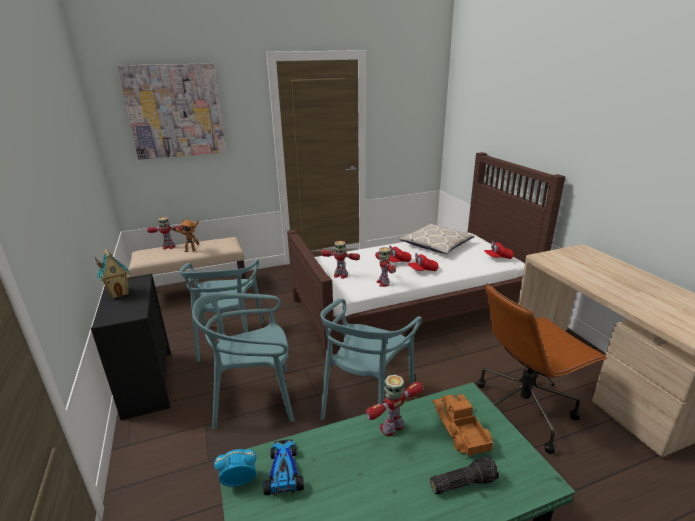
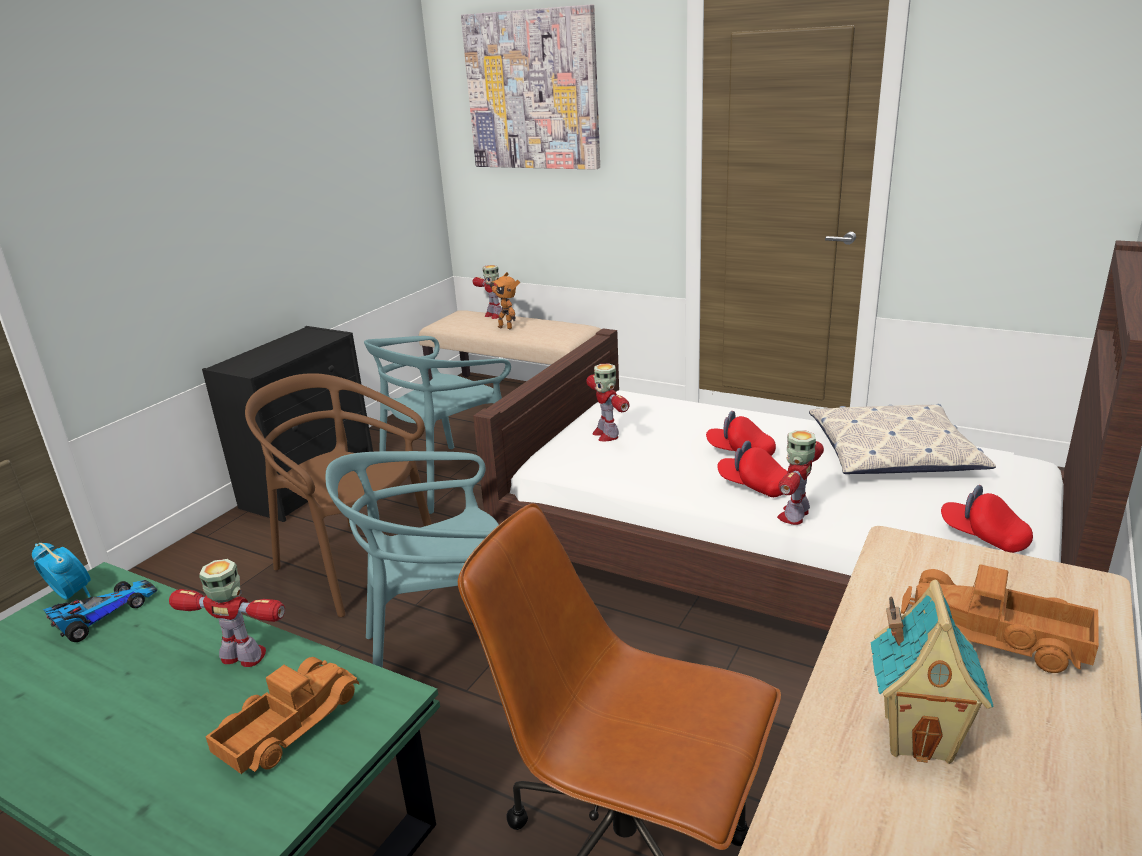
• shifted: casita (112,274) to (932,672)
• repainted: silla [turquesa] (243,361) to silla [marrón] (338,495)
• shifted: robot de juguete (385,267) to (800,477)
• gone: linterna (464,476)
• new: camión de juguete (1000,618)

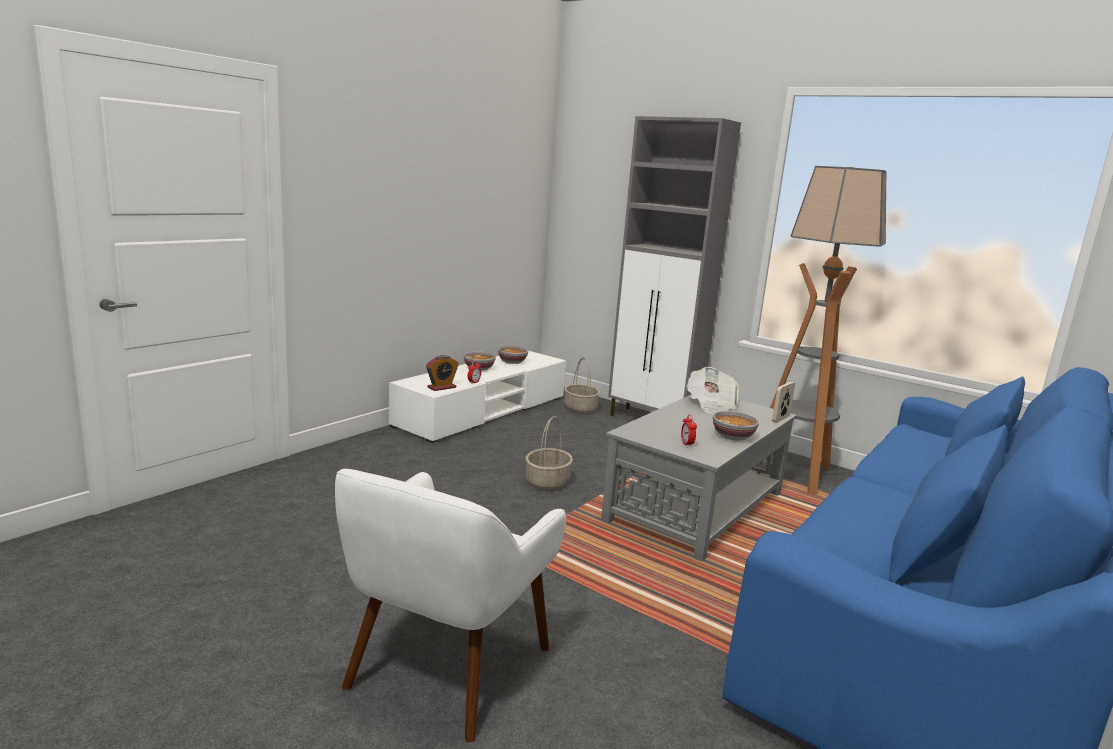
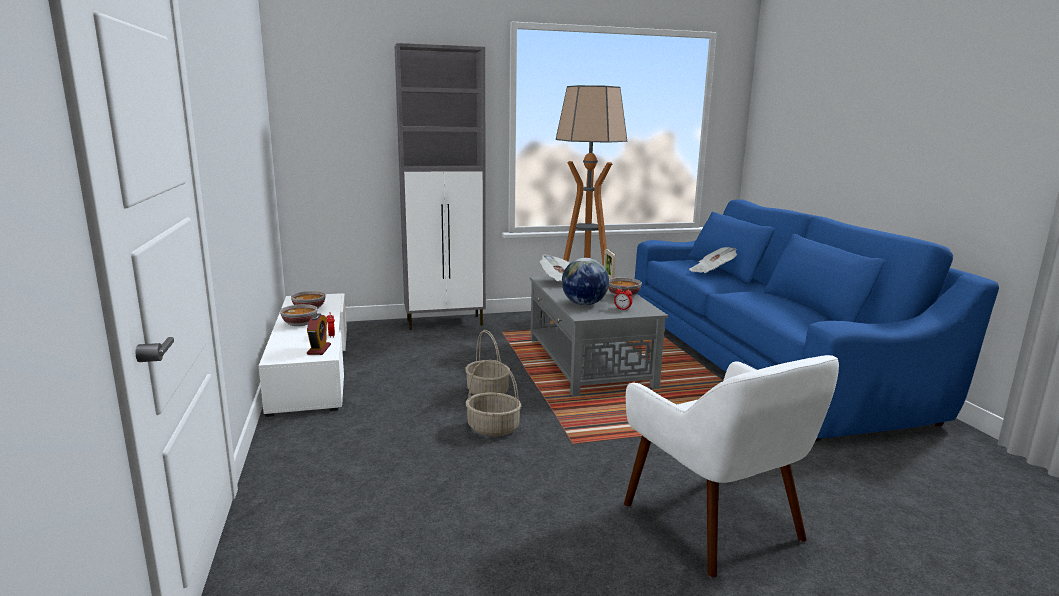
• shifted: cesta (582,386) to (493,398)
• new: globo terráqueo (585,282)
• new: periódico (713,260)

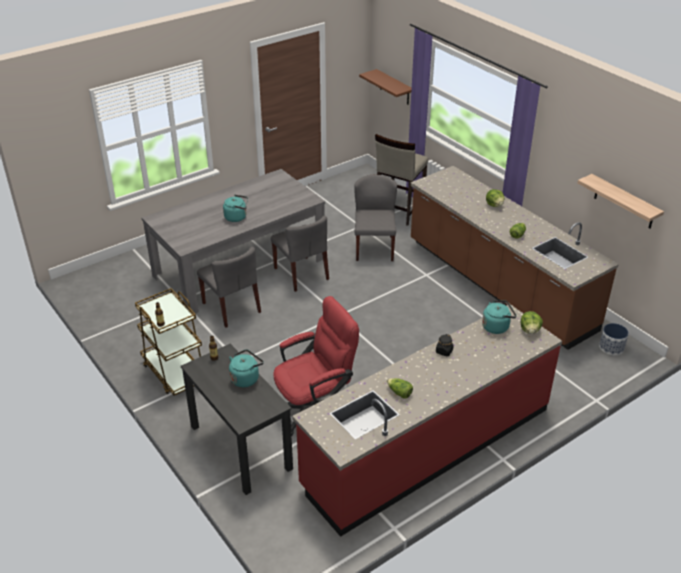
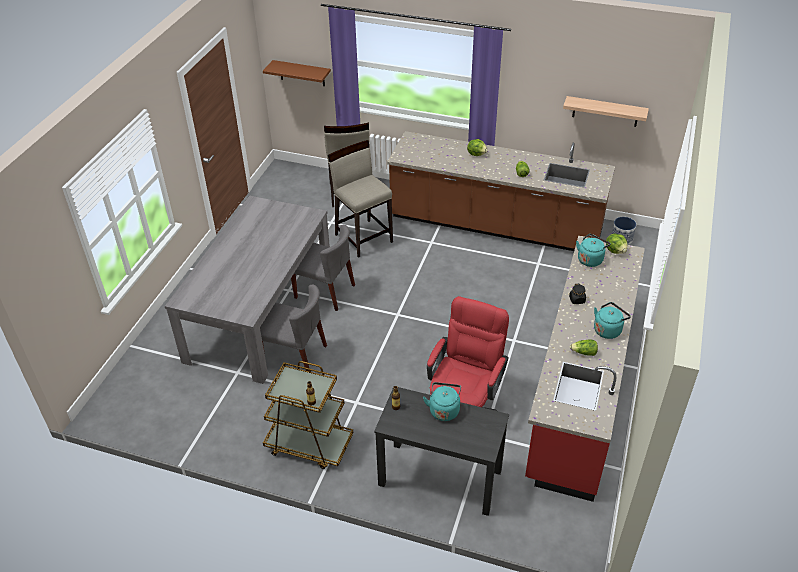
• shifted: hervidor [turquesa] (235,208) to (612,320)
• swapped: silla [gris] (376,218) to taburete [beis] (360,199)

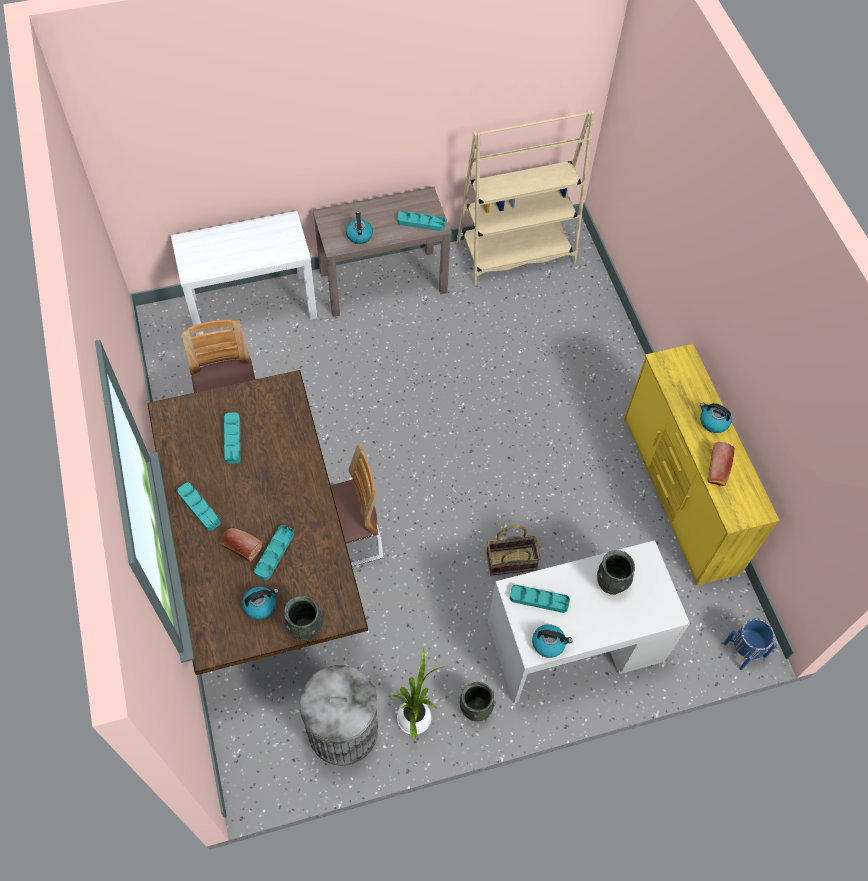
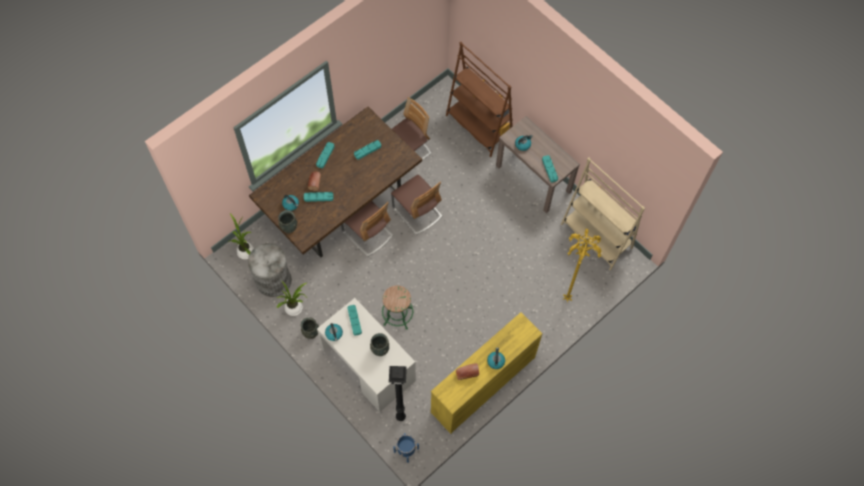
• swapped: mesa consola [blanco] (244,273) to estantería [marrón] (479,99)
• swapped: cesta (513,551) to taburete [verde] (397,308)
• new: planta en maceta (242,236)
• new: lámpara de pie [negro] (398,393)
• new: silla (416,205)
• new: lámpara de pie [amarillo] (582,265)

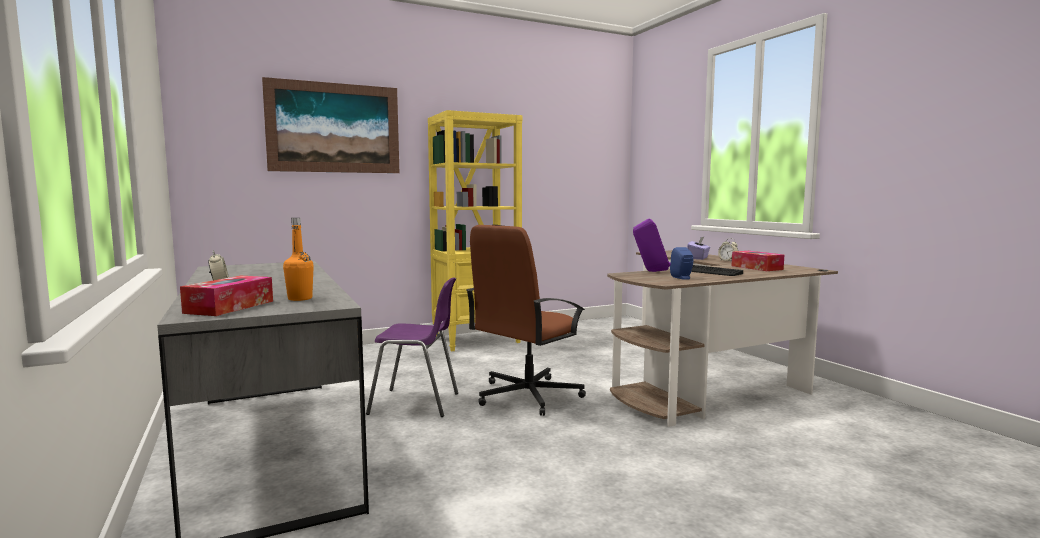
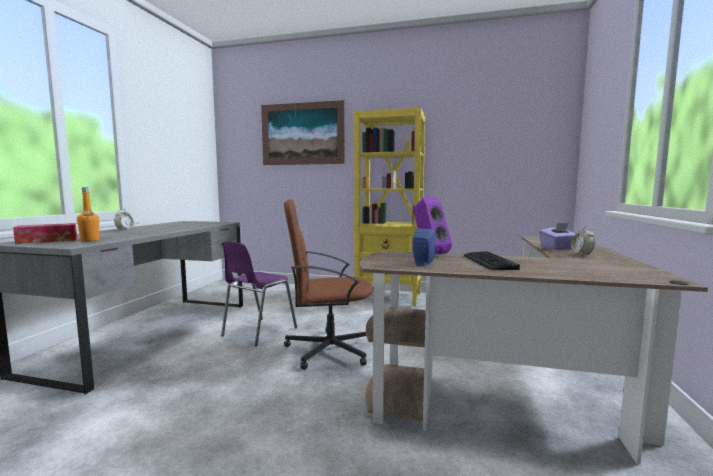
• rotated: silla [morado] (412,347) = (259,294) 75 degrees clockwise
• gone: caja de pañuelos (758,261)

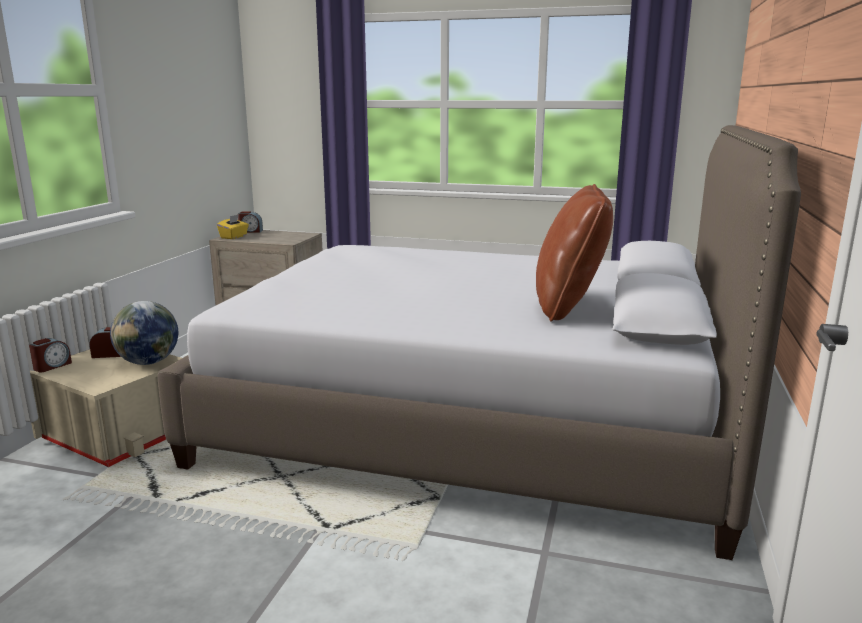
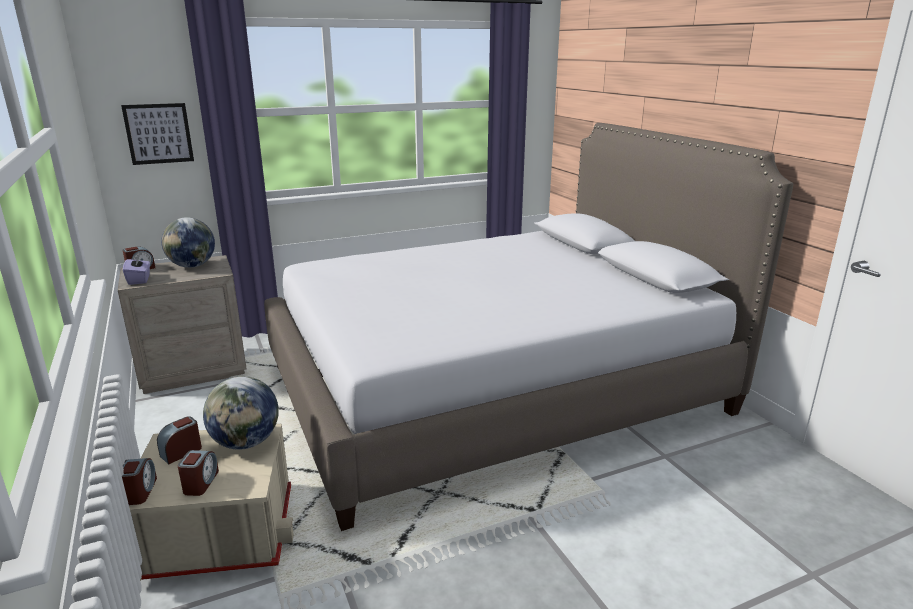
• repainted: caja de pañuelos [amarillo] (233,226) to caja de pañuelos [morado] (136,269)
• gone: cojín [marrón] (574,252)
• new: cuadro (157,134)
• new: globo terráqueo (188,242)
• new: despertador (198,473)

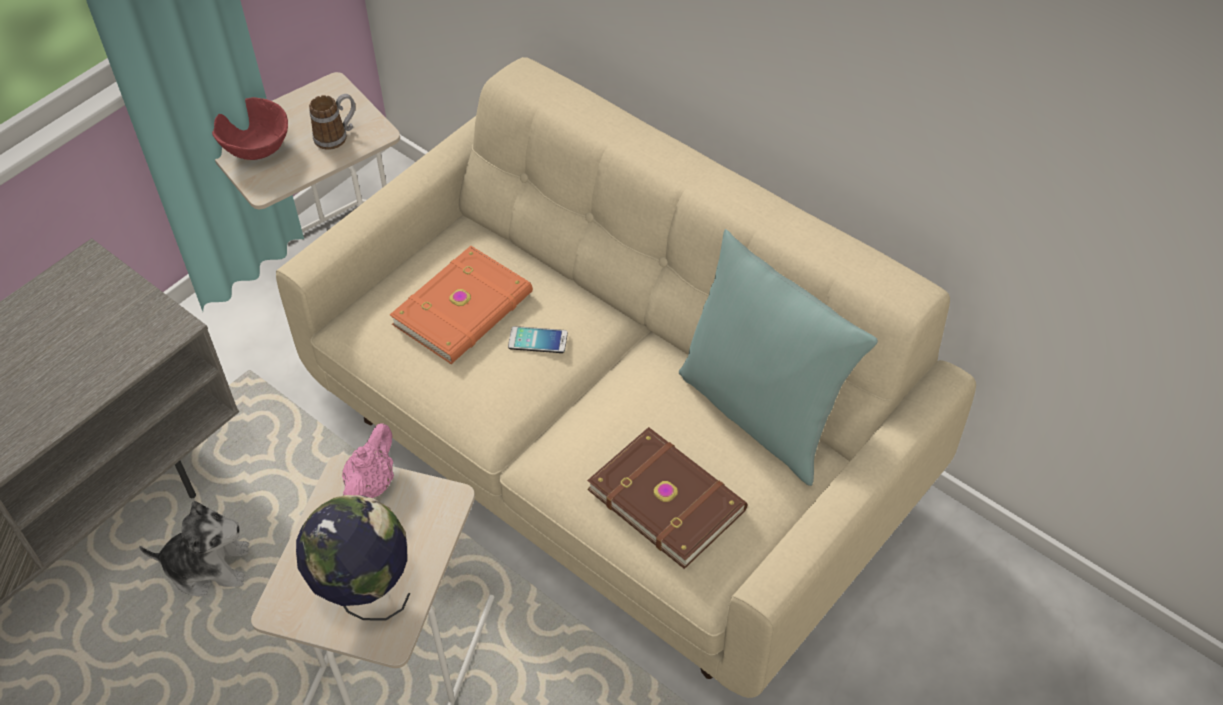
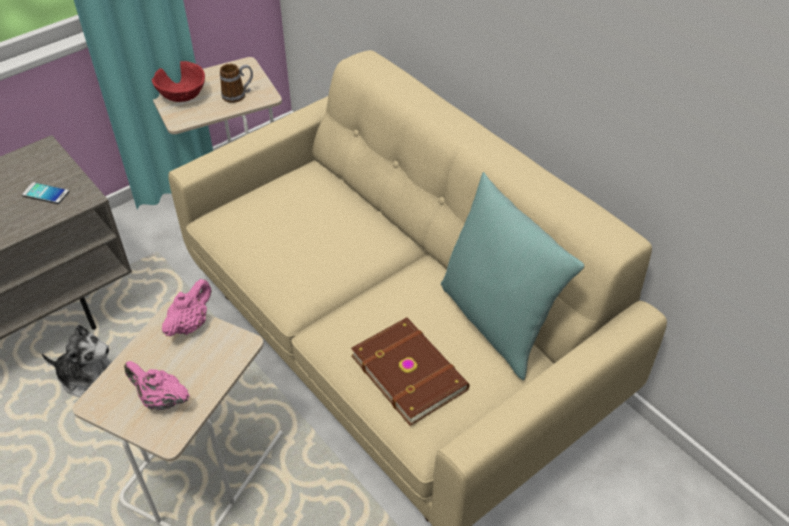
• swapped: globo terráqueo (353,558) to tetera [rosa] (157,385)
• gone: libro [naranja] (461,305)
• shifted: móvil (538,339) to (45,193)

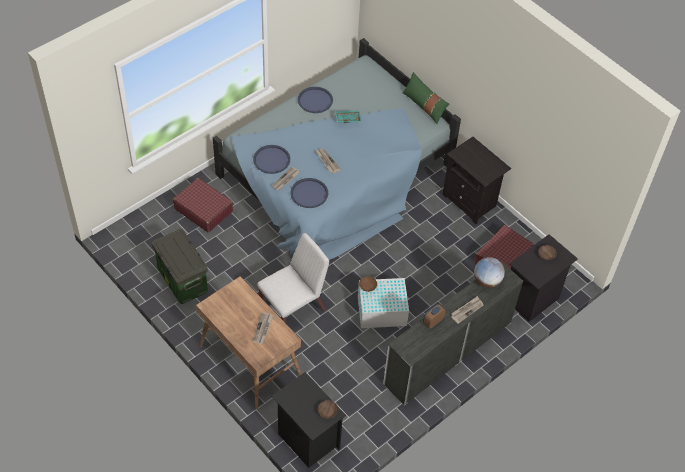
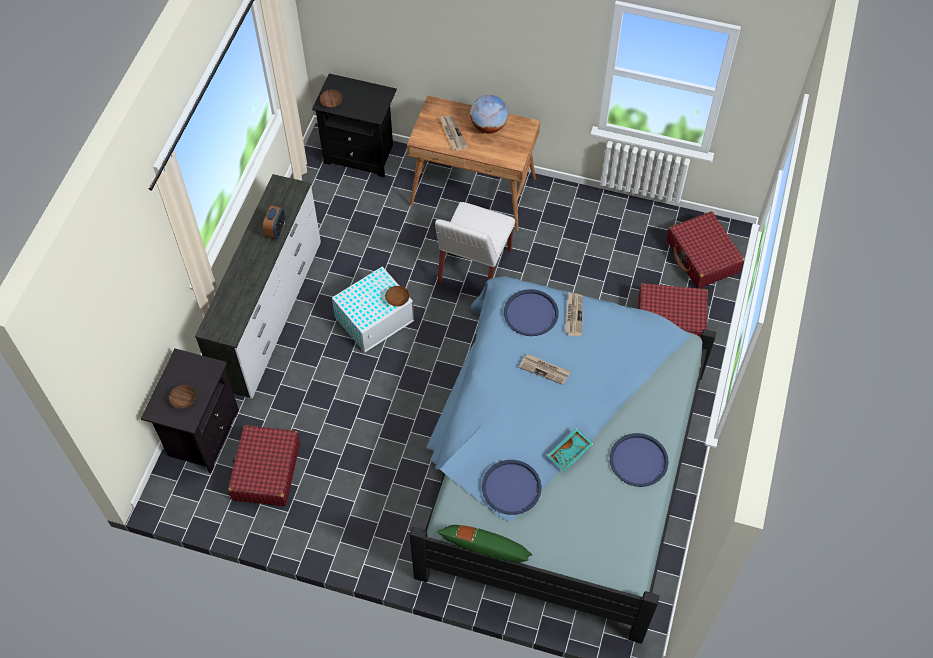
• gone: caja de almacenaje (180,266)
• shifted: bandeja [azul] (271,159) to (512,487)
• gone: mesita de noche [negro] (476,180)
• gone: periódico (467,310)
• shifted: globo terráqueo (489,272) to (489,114)
• new: maleta [rojo] (705,250)

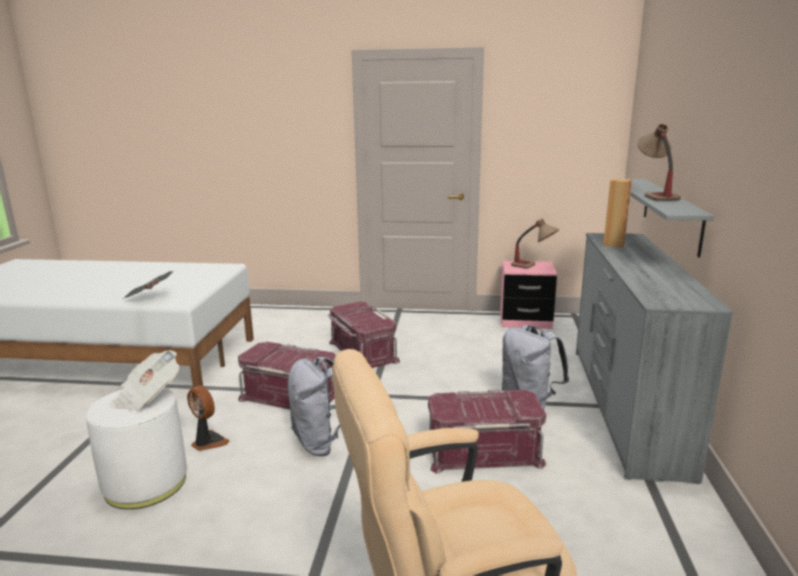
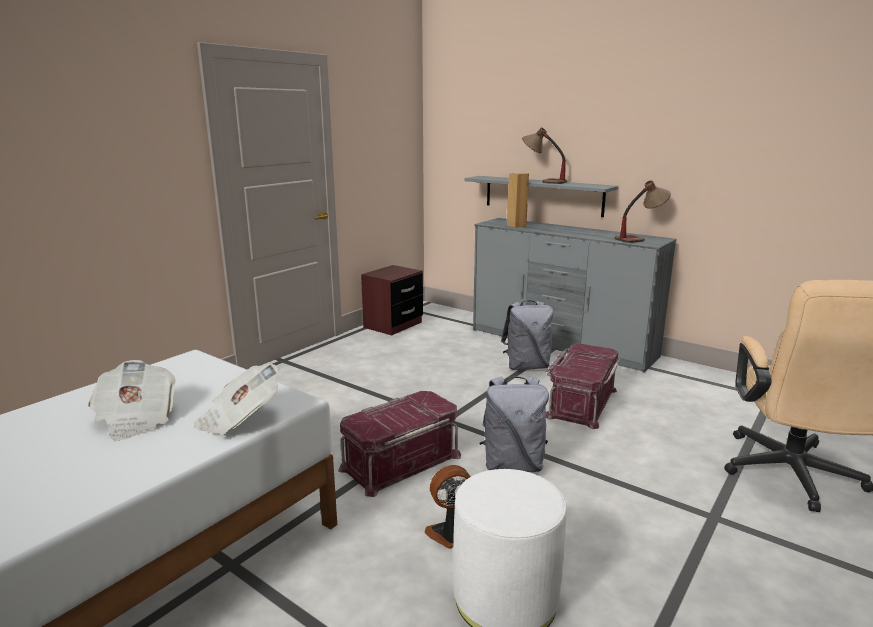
• shifted: periódico (144,380) to (132,400)
• gone: caja de almacenaje [rojo] (364,335)
• repainted: mesita de noche [rosa] (528,295) to mesita de noche [marrón] (392,300)
• shifted: lámpara de mesa (535,244) to (643,211)

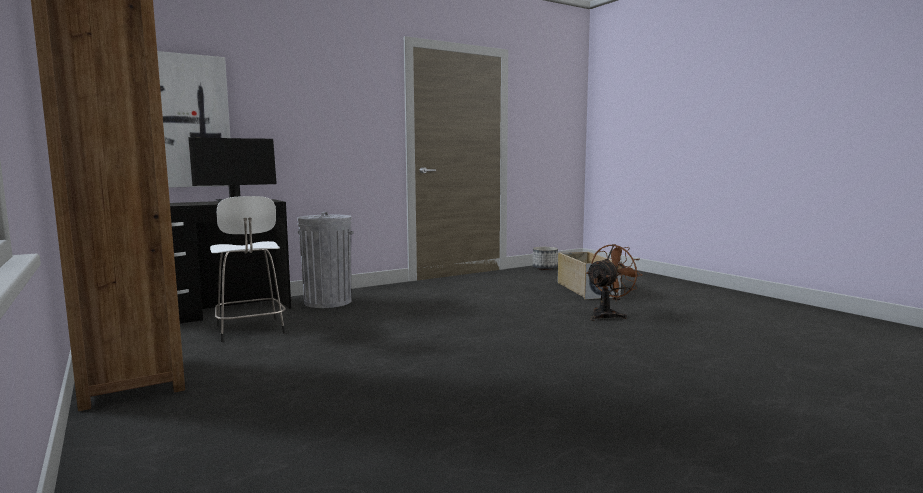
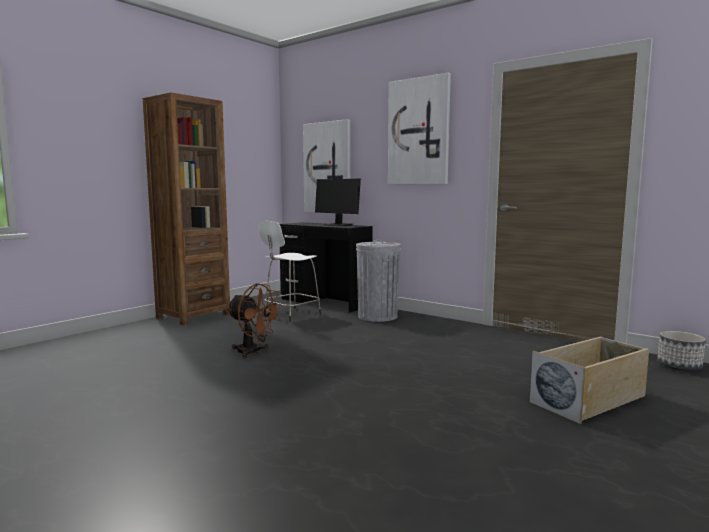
• shifted: ventilador [marrón] (614,282) to (254,321)
• new: cuadro (419,129)

